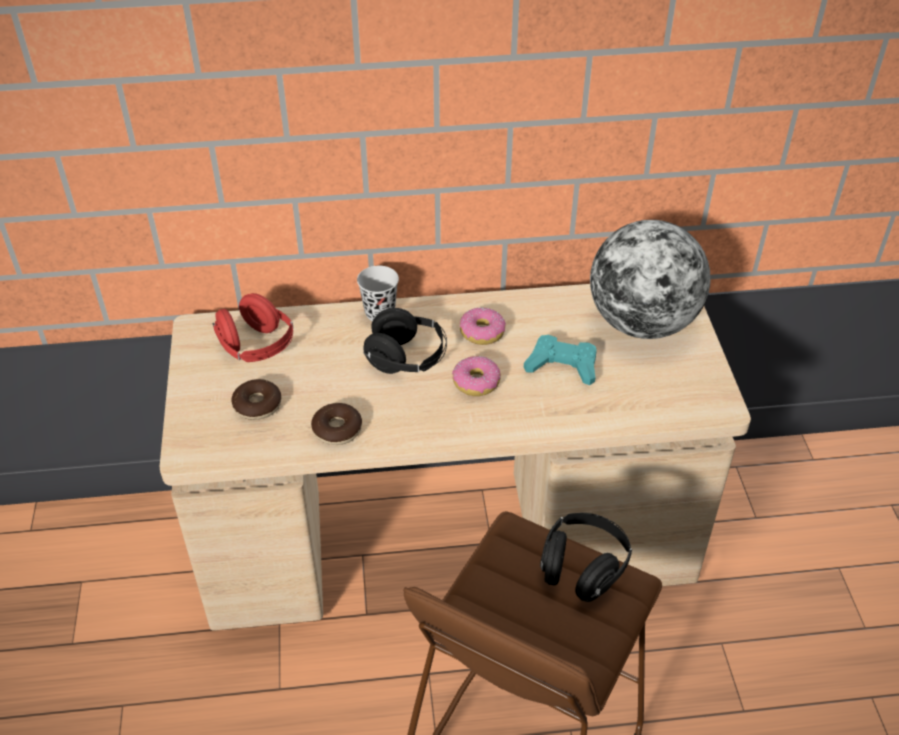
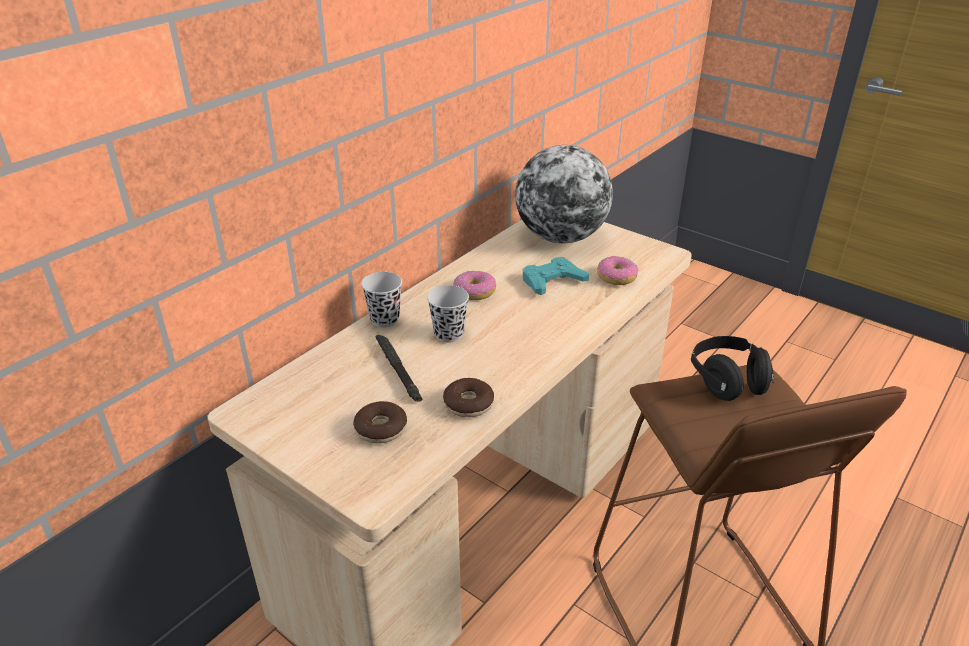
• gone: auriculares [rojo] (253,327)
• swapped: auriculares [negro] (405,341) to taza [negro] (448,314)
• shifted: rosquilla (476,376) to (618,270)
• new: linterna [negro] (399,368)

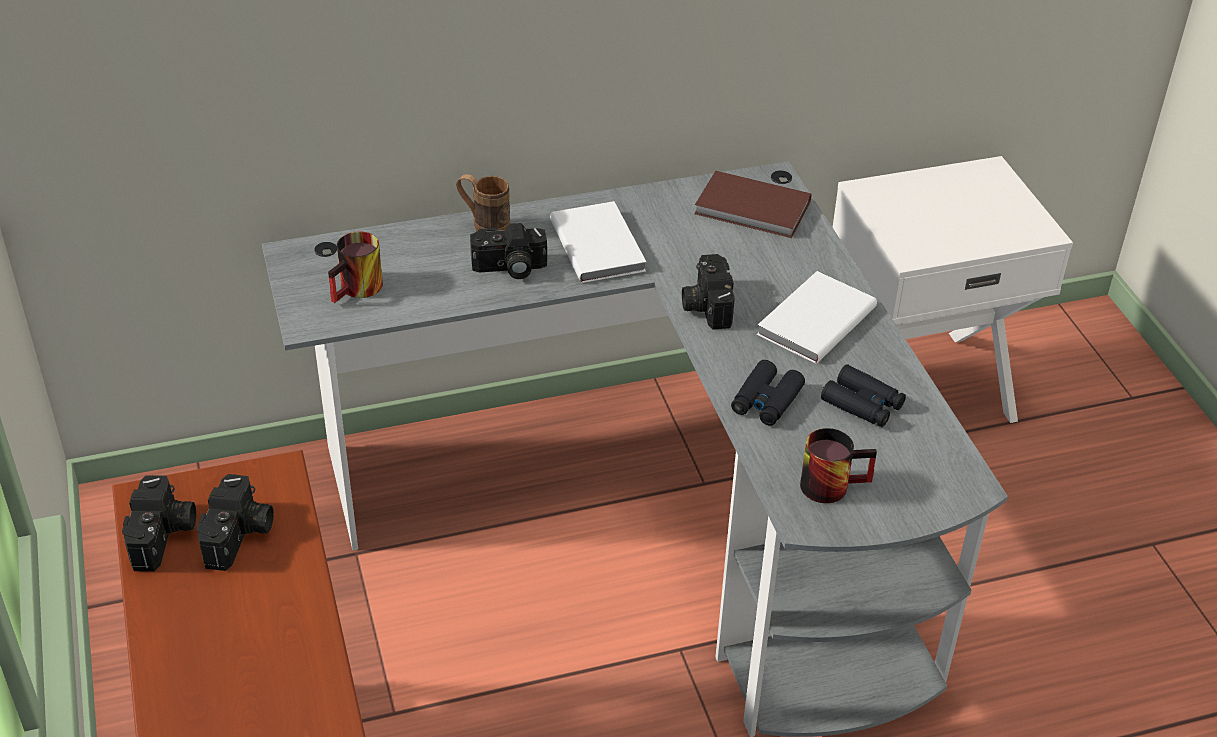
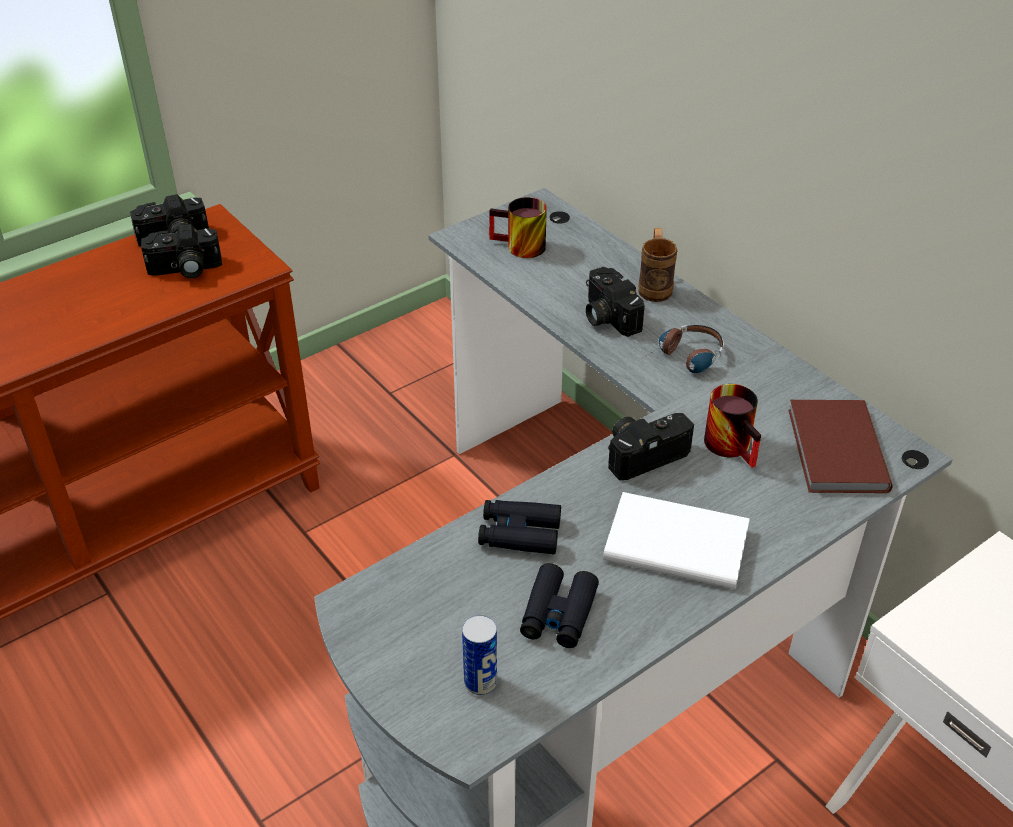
• swapped: libro [blanco] (598,242) to auriculares (684,349)
• shifted: taza grande (838,465) to (732,426)
• new: lata (479,655)

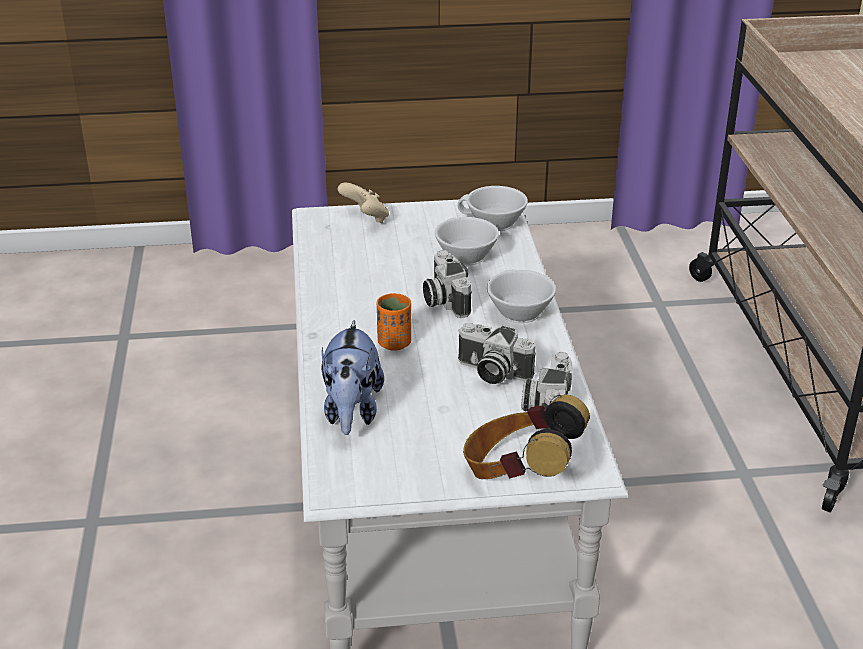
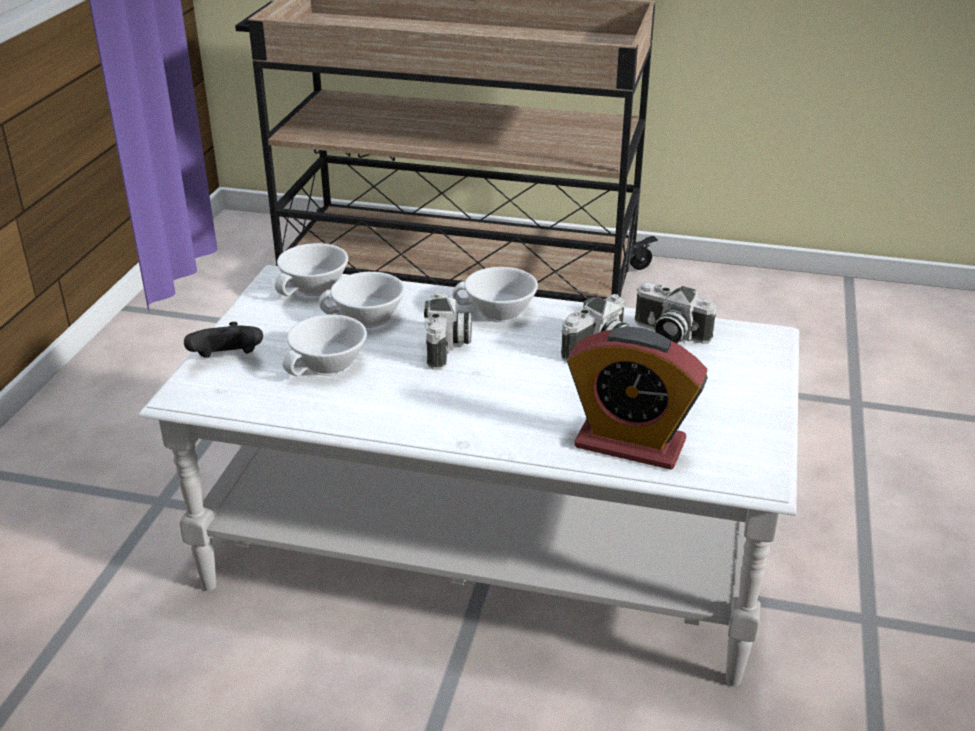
• swapped: peluche (352,377) to despertador (637,398)
• repainted: mando de consola [beis] (363,203) to mando de consola [negro] (223,340)
• gone: taza [naranja] (394,322)
• rotated: cámara (447,284) = (447,330) 90 degrees counterclockwise
• gone: auriculares (526,437)
• new: taza [blanco] (325,345)

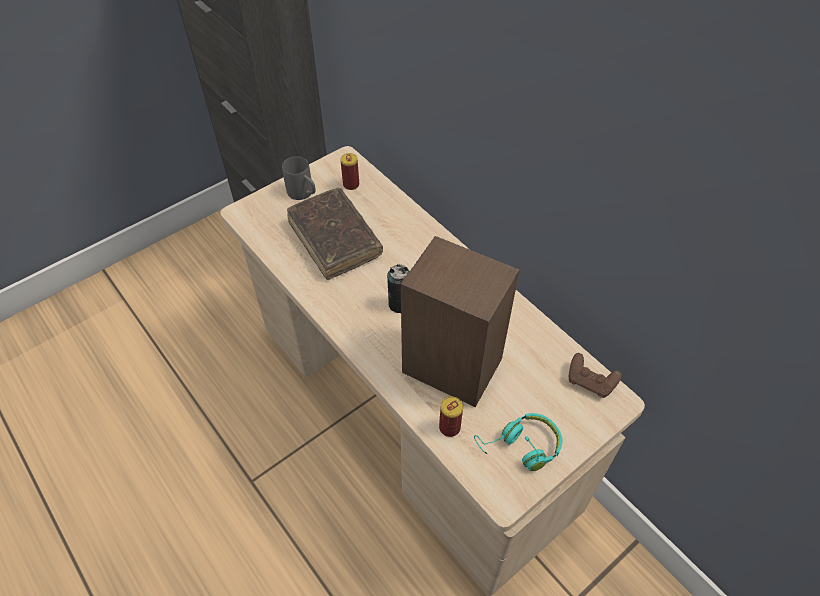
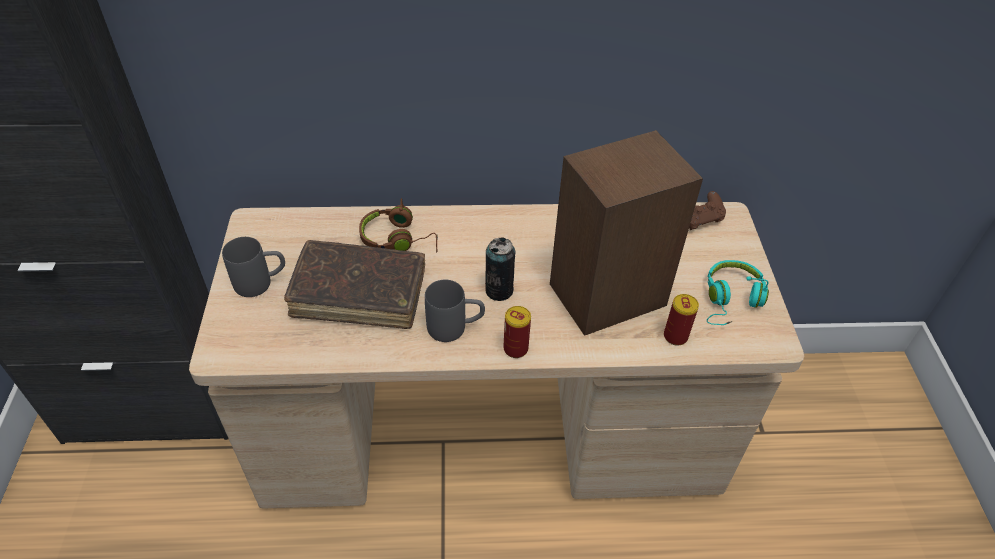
• shifted: lata (349,171) to (517,332)
• new: auriculares [marrón] (398,225)
• new: taza grande [gris] (455,311)

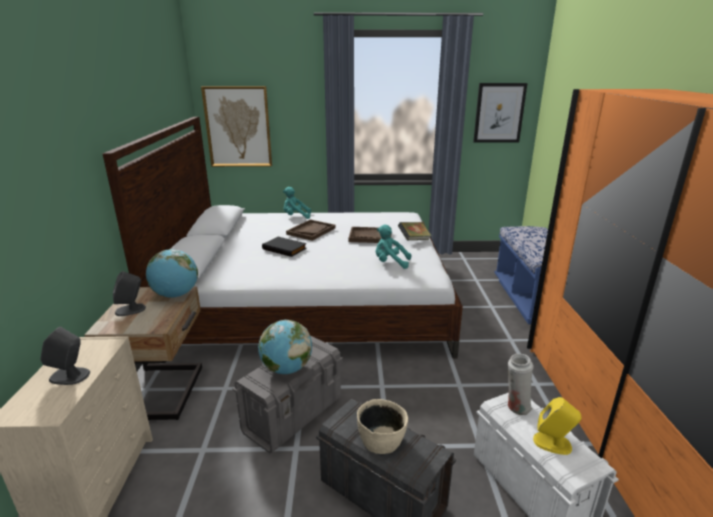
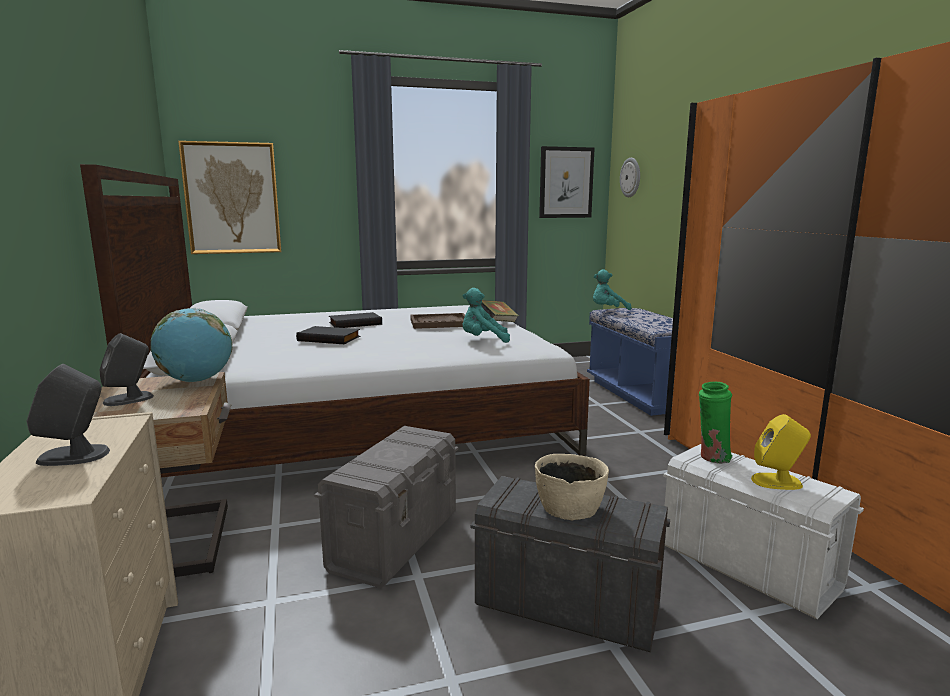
• gone: globo terráqueo (285,347)
• shifted: peluche [turquesa] (297,203) to (612,289)
• swapped: bandeja [marrón] (310,230) to libro [negro] (355,320)
• repainted: florero [blanco] (521,384) to florero [verde] (716,423)
• new: reloj de pared (630,177)

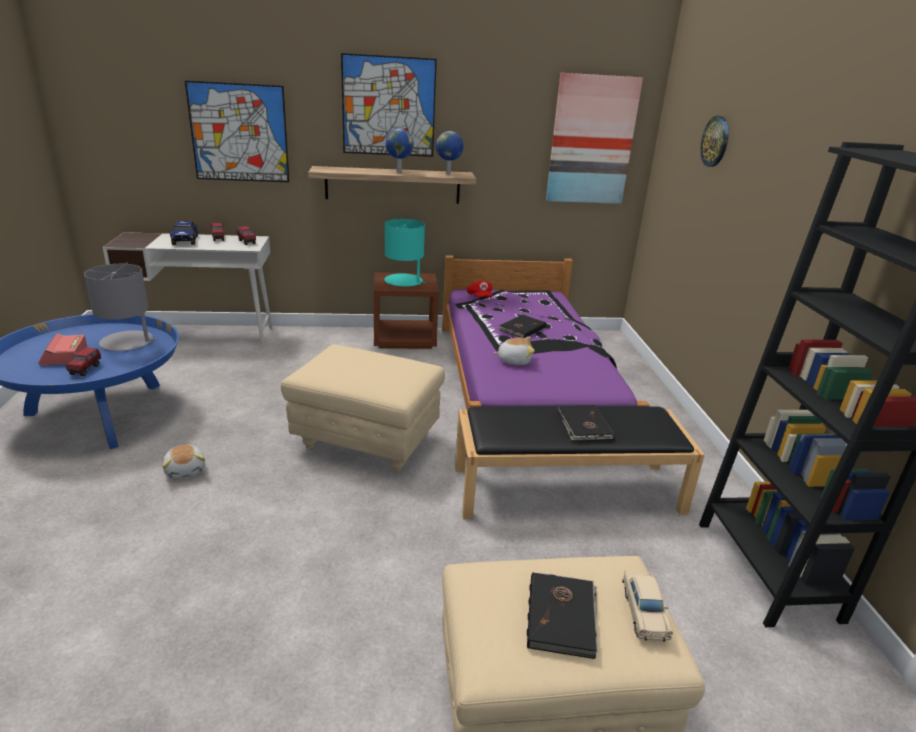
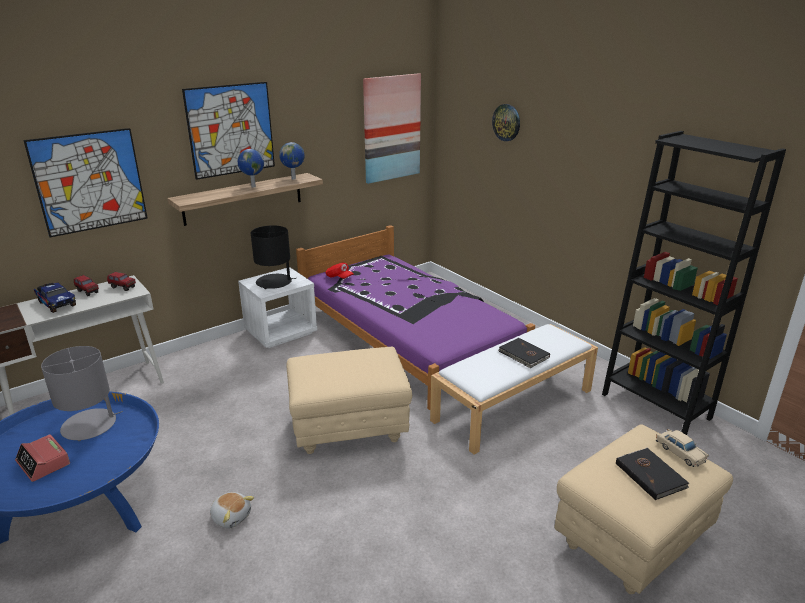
• gone: camión de juguete (83,361)
• repainted: mesita de noche [marrón] (406,310) to mesita de noche [blanco] (277,307)
• repainted: lámpara de mesa [turquesa] (405,252) to lámpara de mesa [negro] (274,257)
• repainted: banco [negro] (580,462) to banco [blanco] (514,389)
• gone: peluche (514,351)
• gone: libro [negro] (522,326)

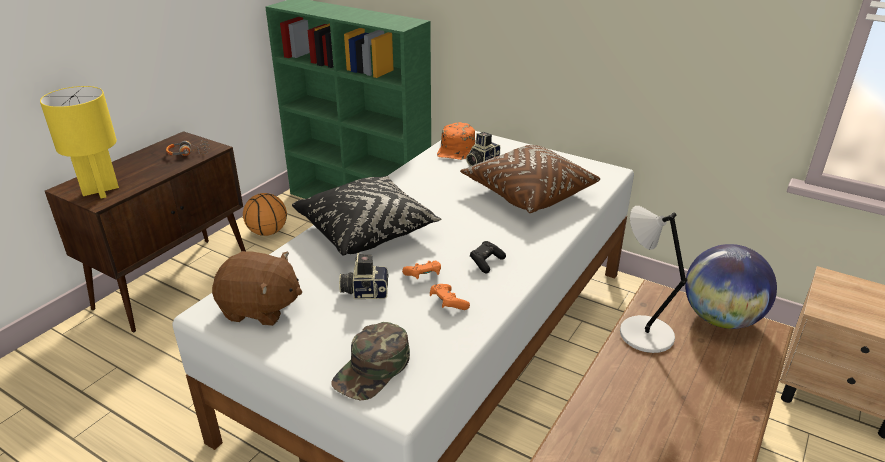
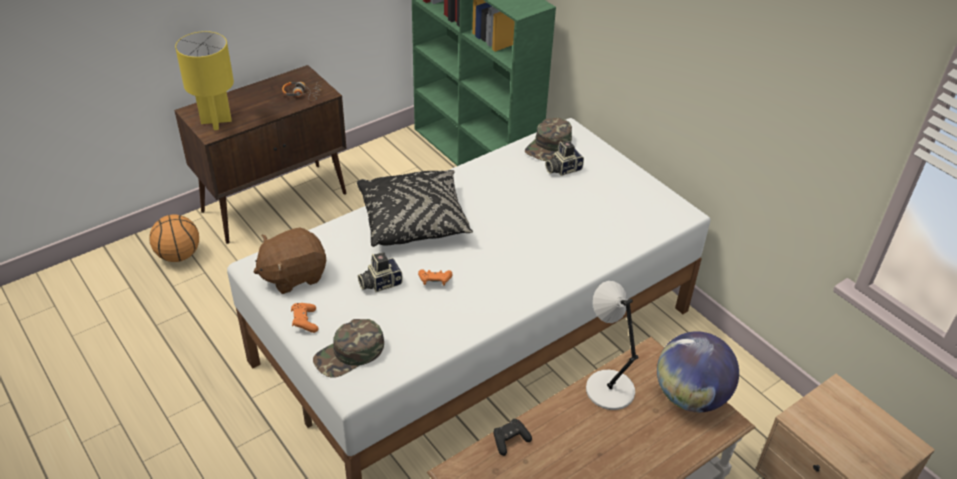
• rotated: peluche [marrón] (257,288) = (290,260) 120 degrees clockwise
• shifted: balón de baloncesto (265,214) to (174,238)
• rotated: cámara (364,276) = (380,272) 45 degrees counterclockwise
• shifted: mando de consola [naranja] (450,297) to (305,318)
• repainted: gorra [naranja] (456,141) to gorra [verde] (548,139)
• gone: cojín [marrón] (530,179)
• shifted: mando de consola [negro] (488,257) to (512,437)

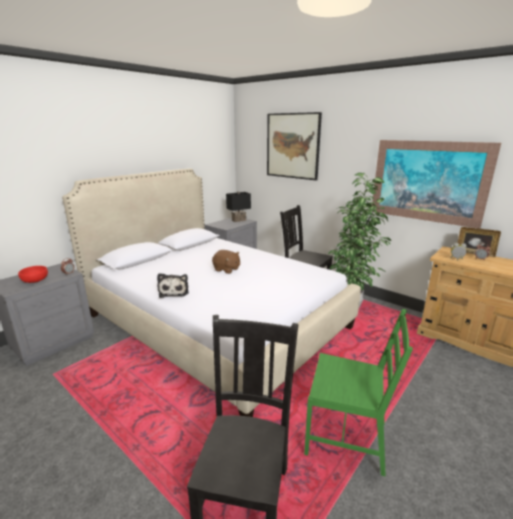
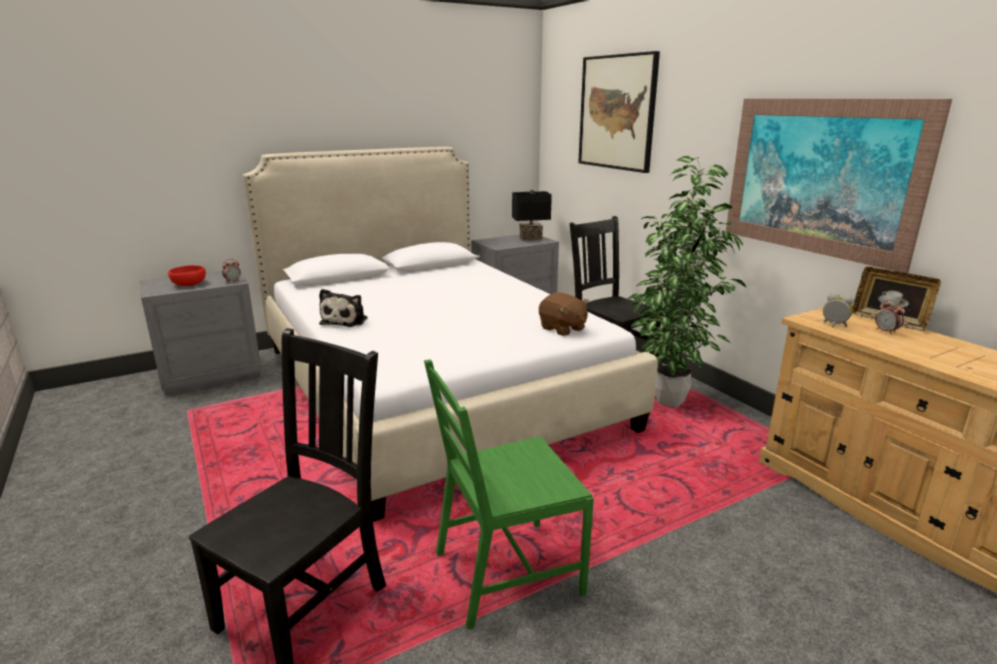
• shifted: peluche [marrón] (226,262) to (564,314)
• rotated: silla [verde] (358,393) = (509,494) 120 degrees clockwise

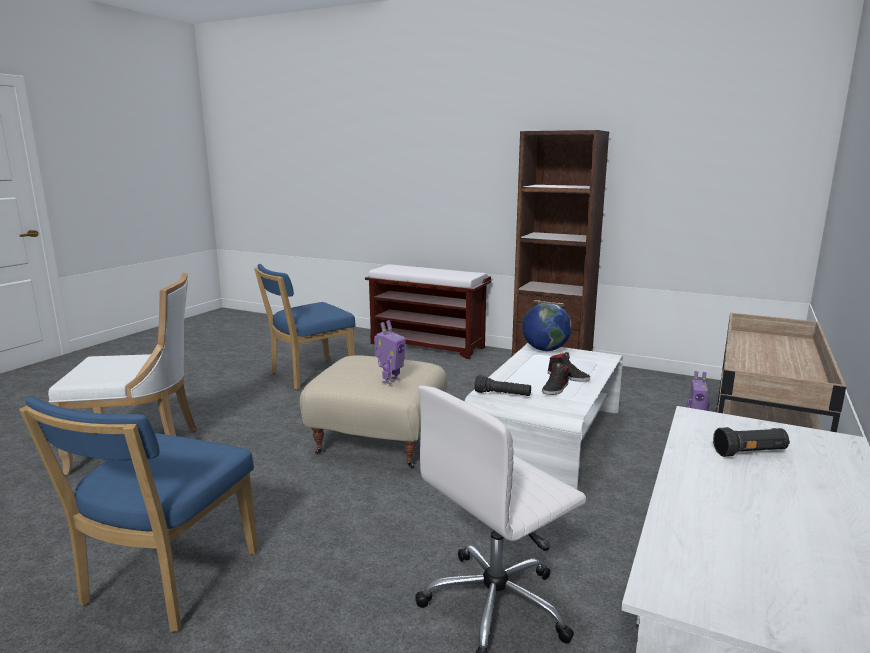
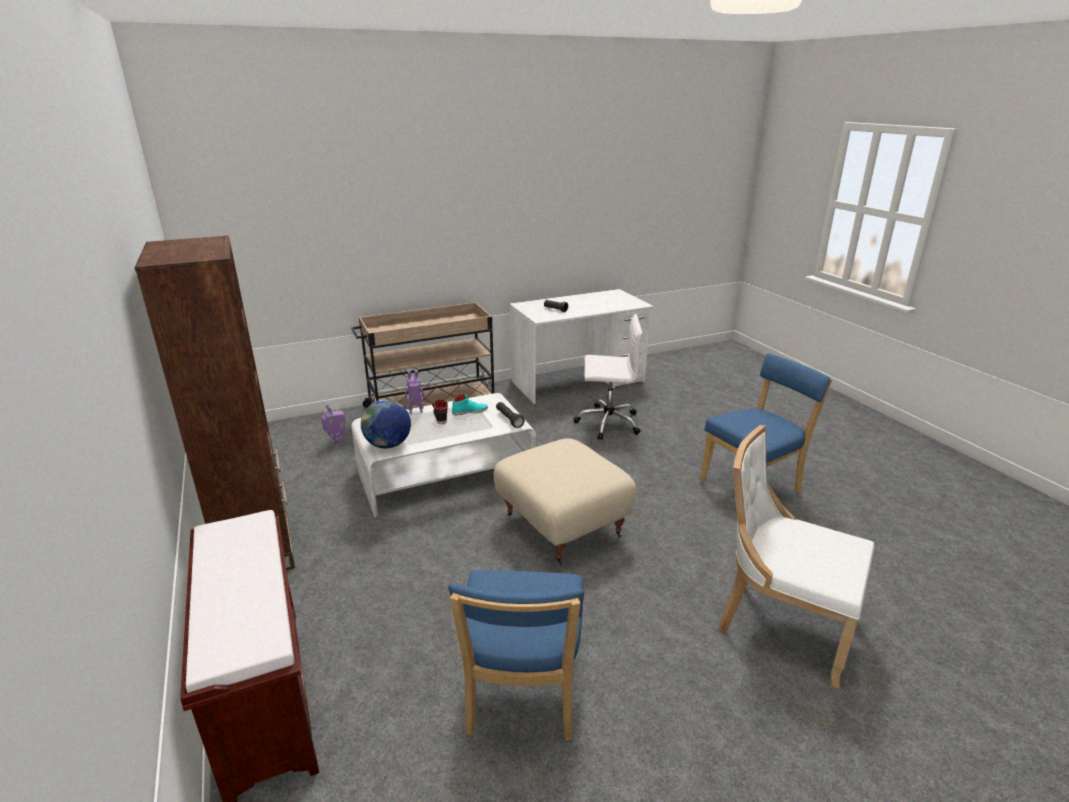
• rotated: silla [azul] (305,327) = (516,655) 90 degrees clockwise
• shifted: robot de juguete (390,352) to (414,392)
• repainted: zapato [negro] (556,379) to zapato [turquesa] (470,404)

